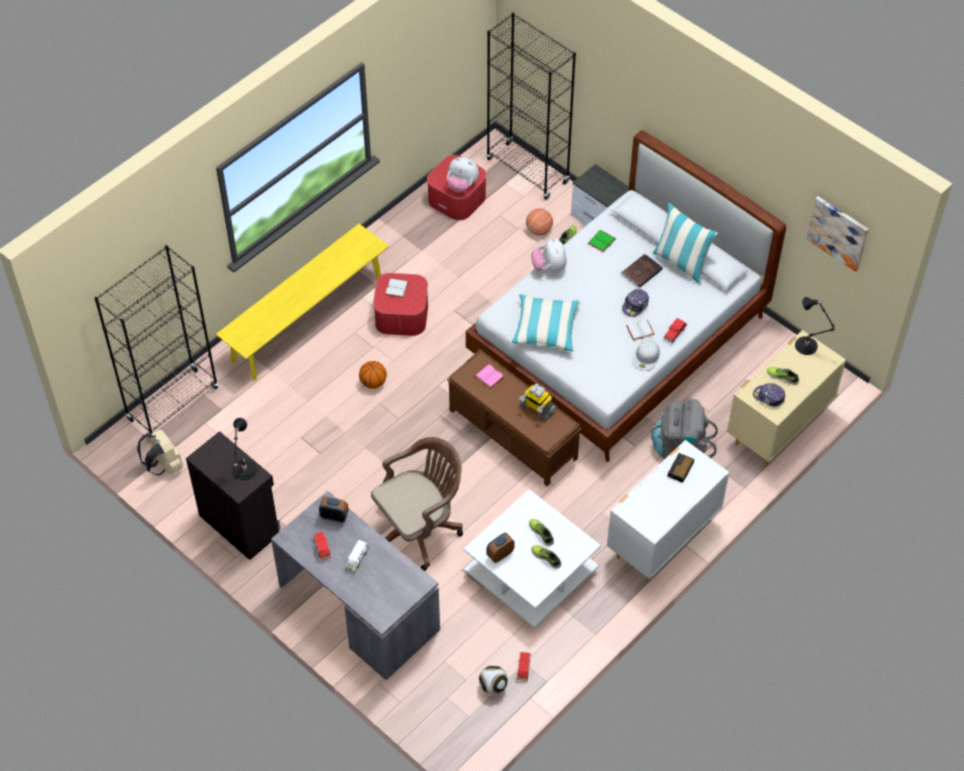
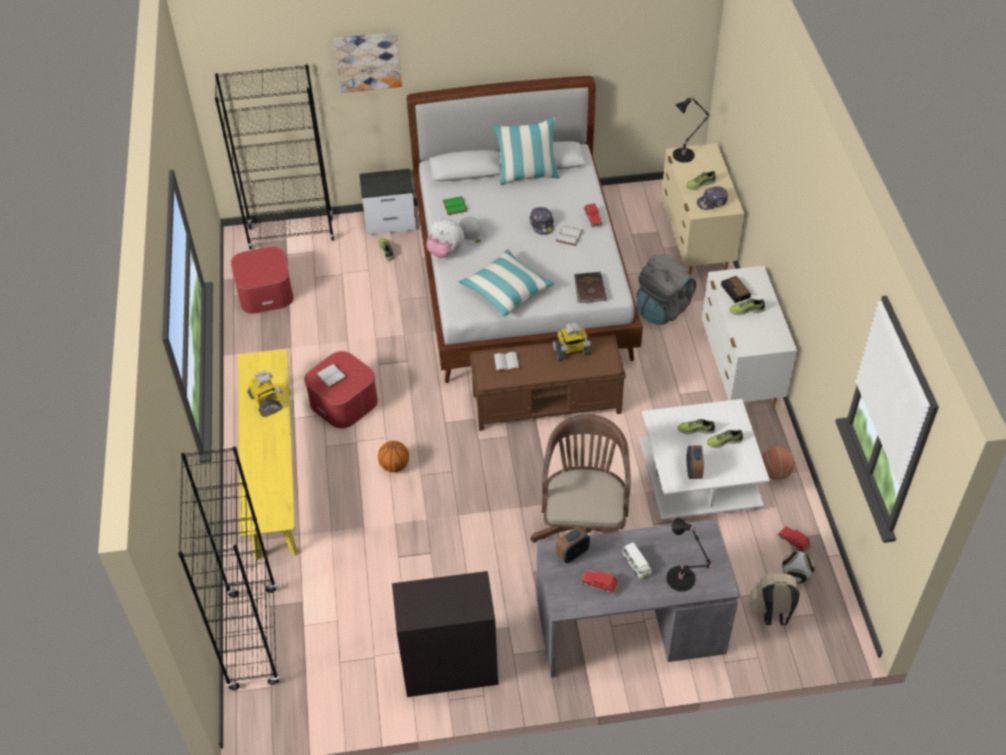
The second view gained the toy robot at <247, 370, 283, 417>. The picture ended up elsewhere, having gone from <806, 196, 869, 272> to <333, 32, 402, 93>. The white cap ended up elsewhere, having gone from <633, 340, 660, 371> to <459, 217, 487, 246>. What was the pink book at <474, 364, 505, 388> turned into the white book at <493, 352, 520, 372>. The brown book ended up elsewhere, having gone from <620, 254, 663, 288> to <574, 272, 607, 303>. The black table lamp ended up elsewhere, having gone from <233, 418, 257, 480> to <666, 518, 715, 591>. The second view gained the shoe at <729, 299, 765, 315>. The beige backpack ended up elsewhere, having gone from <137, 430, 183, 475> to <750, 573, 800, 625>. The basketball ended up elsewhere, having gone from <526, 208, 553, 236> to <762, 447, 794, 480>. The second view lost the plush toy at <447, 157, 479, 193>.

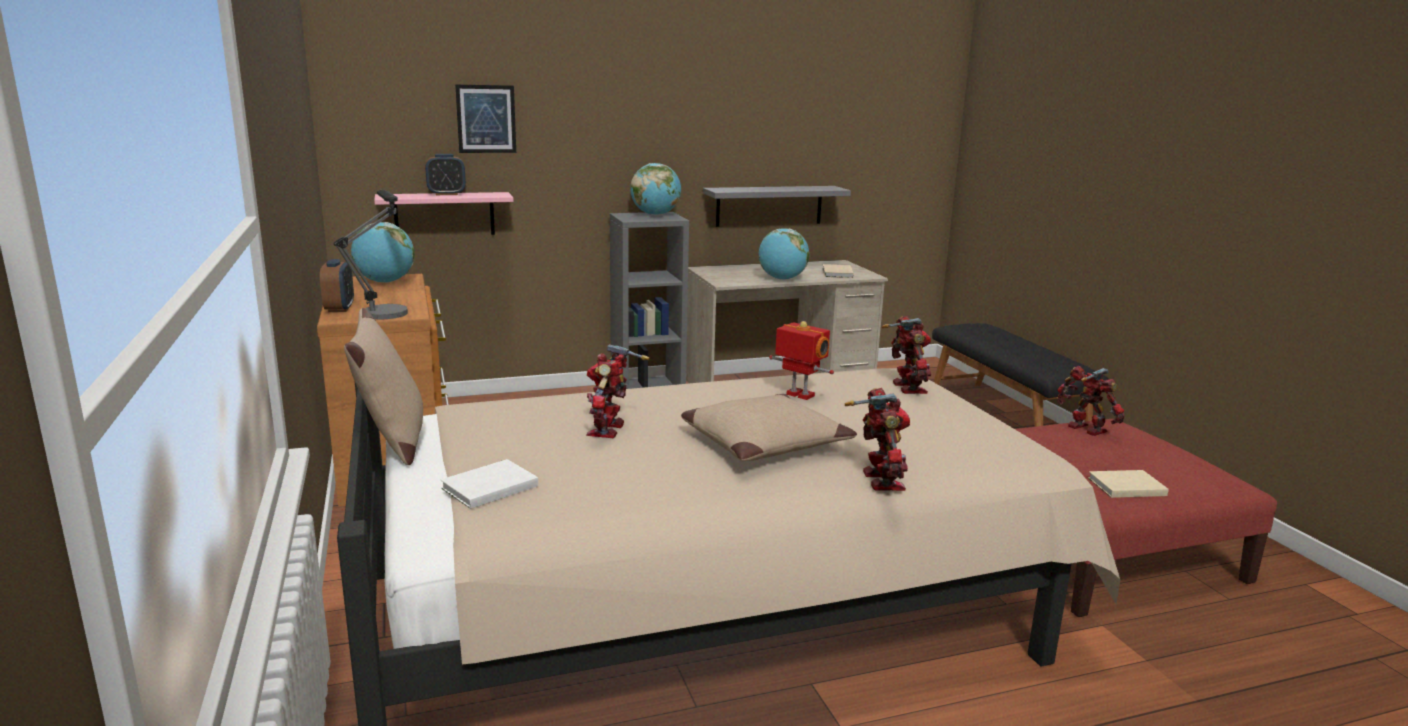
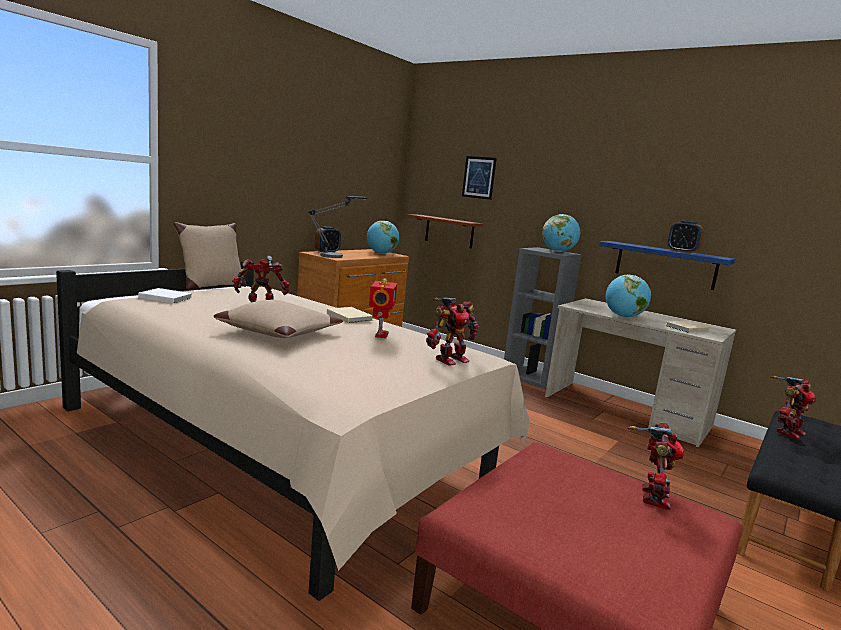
The beige book ended up elsewhere, having gone from <1088, 470, 1169, 498> to <327, 307, 373, 323>. What was the pink shelf at <374, 192, 514, 235> turned into the brown shelf at <407, 214, 483, 249>. What was the grey shelf at <703, 186, 851, 227> turned into the blue shelf at <599, 241, 736, 290>. The alarm clock ended up elsewhere, having gone from <425, 154, 466, 195> to <668, 221, 704, 253>. The toy robot ended up elsewhere, having gone from <845, 388, 910, 491> to <771, 376, 816, 439>.

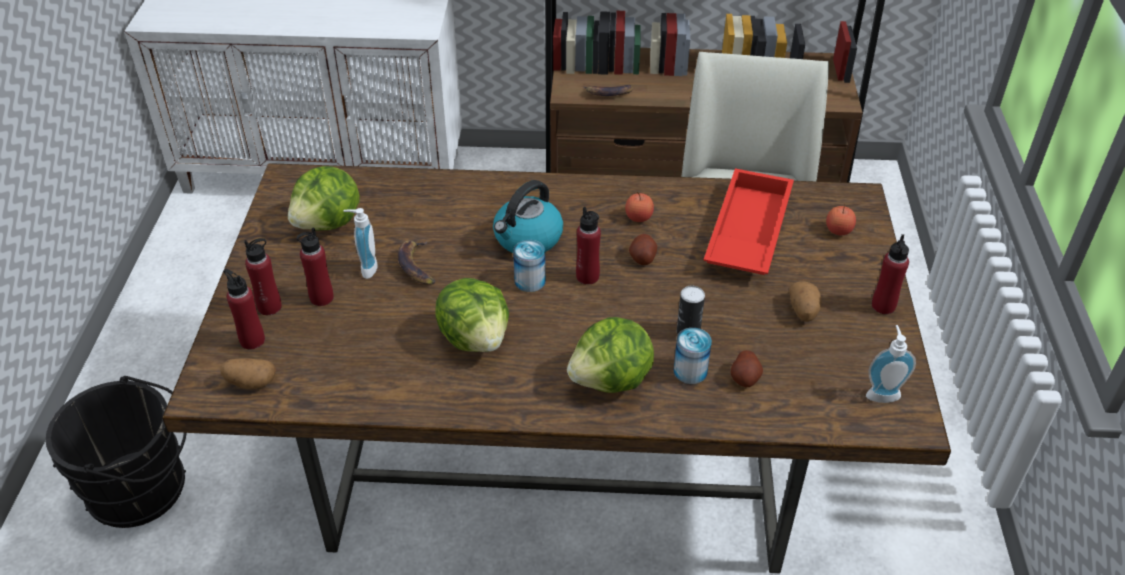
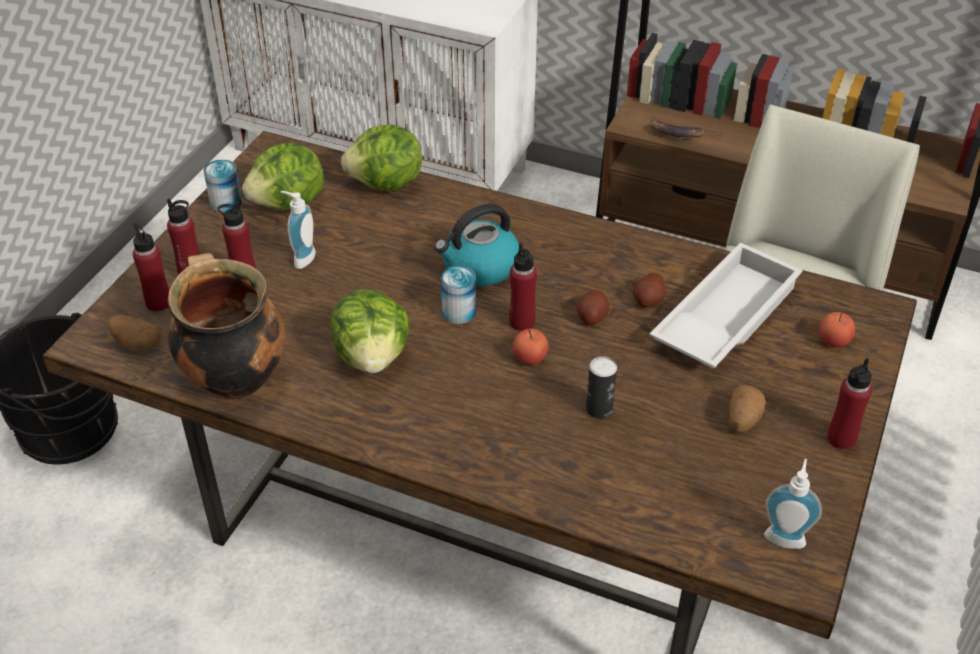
The second view gained the cooking pot at <167, 253, 286, 400>. The can ended up elsewhere, having gone from <673, 328, 712, 384> to <204, 160, 242, 212>. The lettuce ended up elsewhere, having gone from <567, 317, 654, 393> to <341, 125, 422, 191>. The apple ended up elsewhere, having gone from <625, 192, 654, 222> to <513, 328, 548, 365>. The potato ended up elsewhere, having gone from <731, 350, 763, 387> to <633, 273, 666, 307>. What was the red tray at <703, 168, 794, 275> turned into the white tray at <650, 242, 803, 368>. The second view lost the banana at <398, 241, 435, 284>.

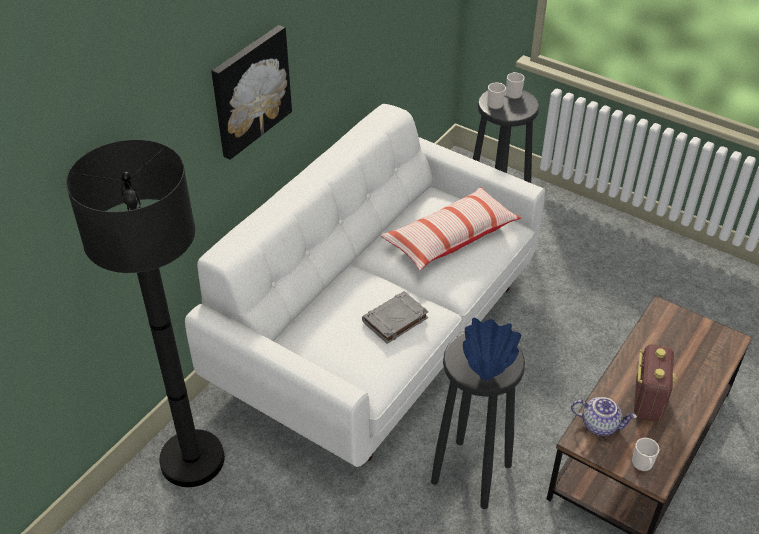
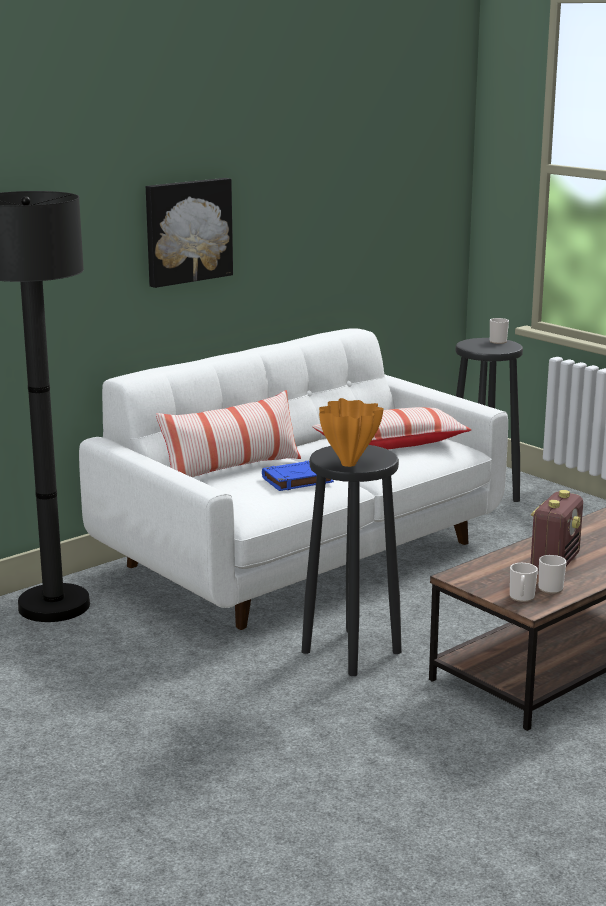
The second view gained the pillow at <156, 390, 301, 477>. What was the grey book at <362, 291, 429, 344> turned into the blue book at <262, 461, 334, 491>. What was the blue vase at <463, 318, 521, 380> turned into the orange vase at <319, 398, 384, 467>. The mug ended up elsewhere, having gone from <487, 83, 506, 109> to <539, 555, 566, 594>. The second view lost the teapot at <571, 397, 637, 436>.

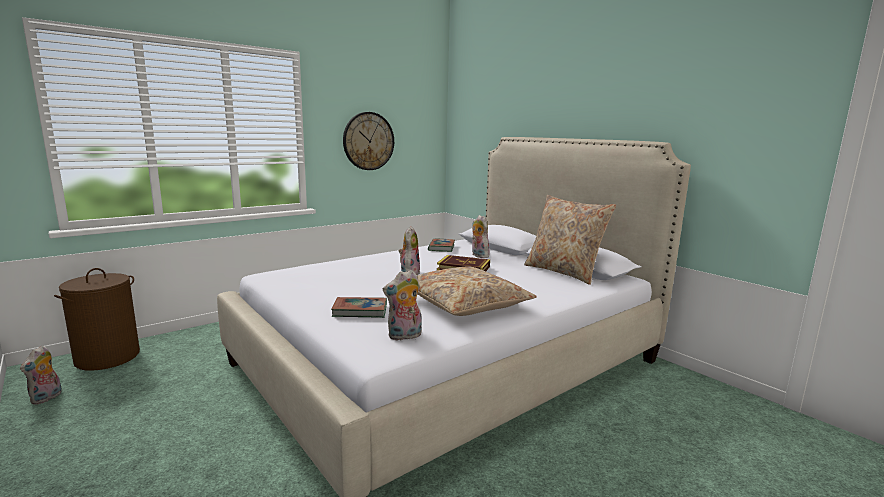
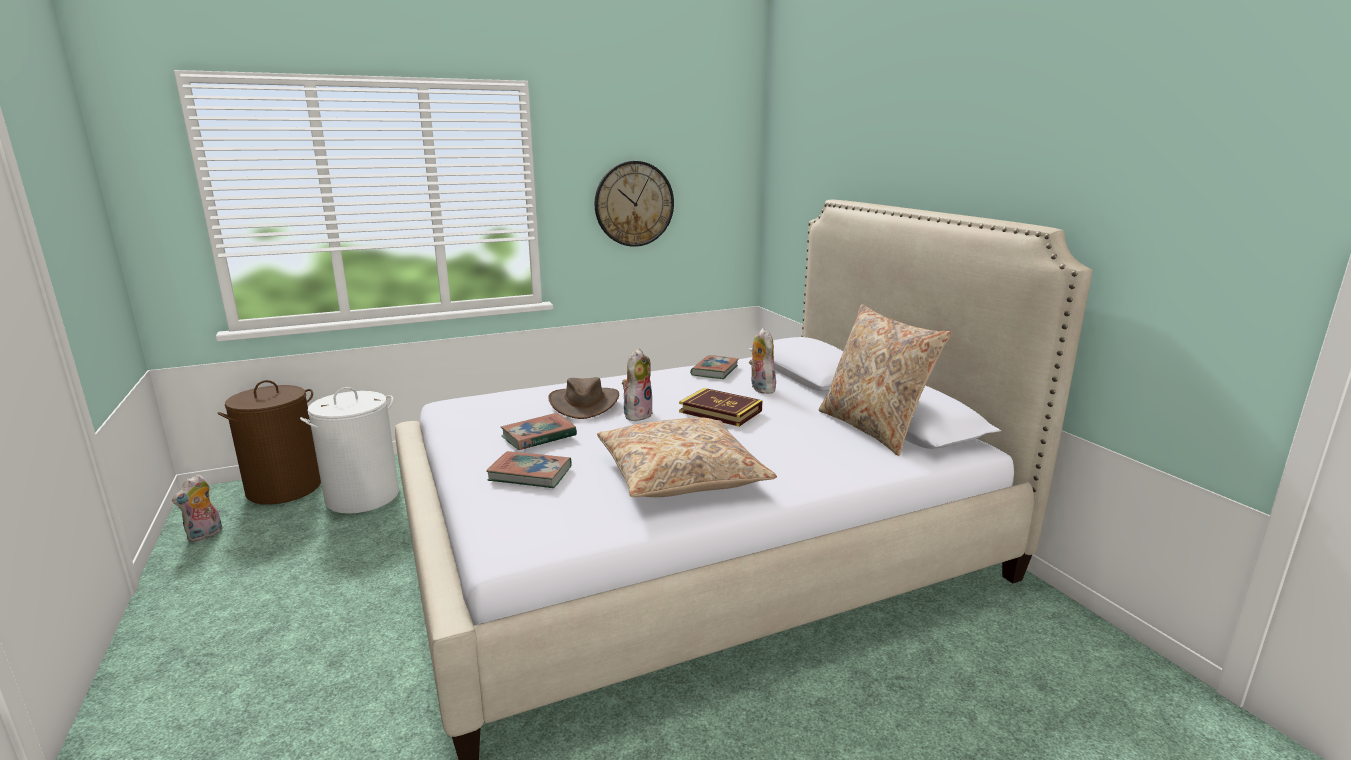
The second view gained the white laundry basket at <300, 387, 399, 514>. The second view gained the book at <501, 413, 577, 450>. The second view gained the brown hat at <548, 377, 619, 419>. The second view lost the plush toy at <383, 270, 422, 341>.

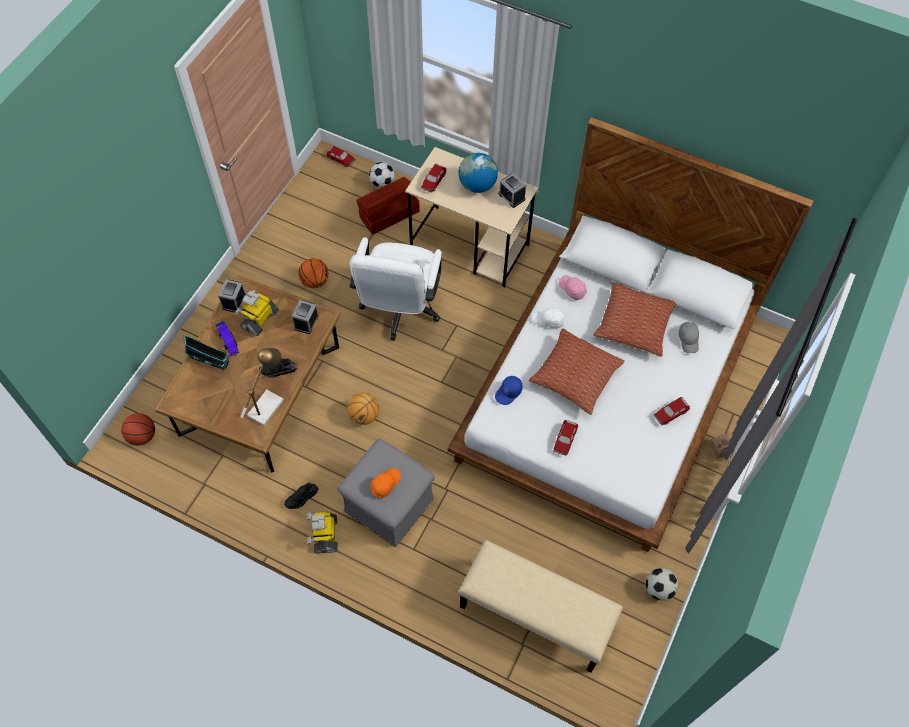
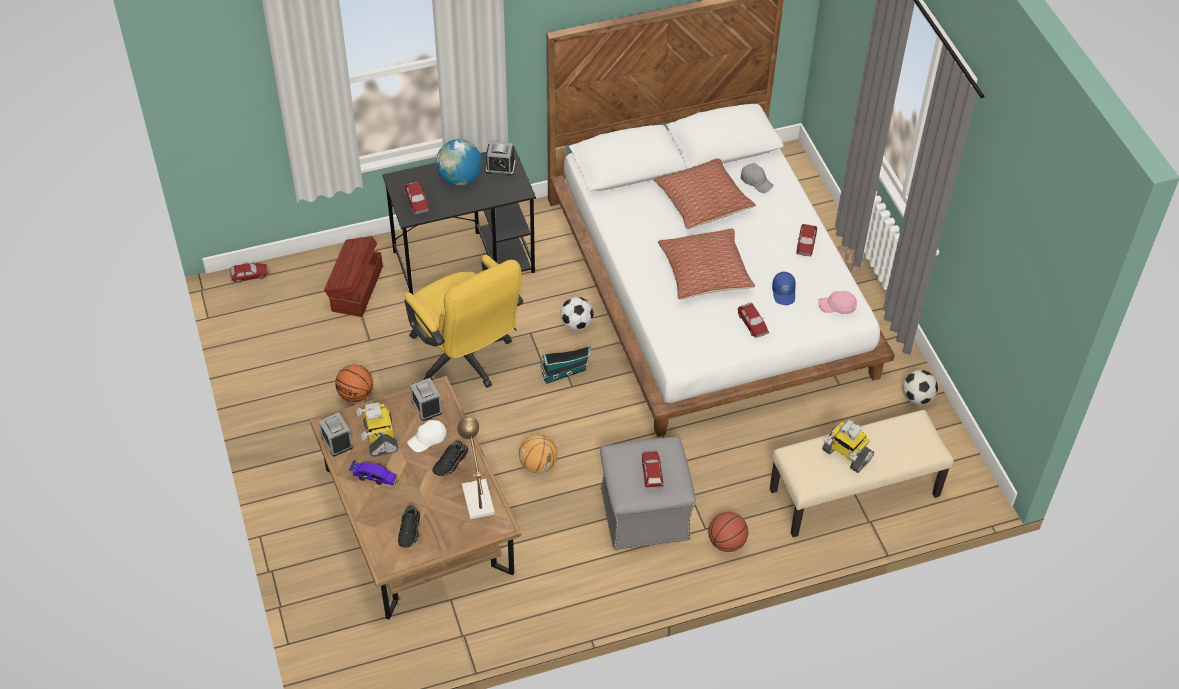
What was the beige desk at <405, 147, 538, 287> turned into the black desk at <382, 147, 536, 294>. The black shoe ended up elsewhere, having gone from <284, 483, 318, 509> to <398, 505, 420, 548>. What was the white office chair at <350, 237, 442, 341> turned into the yellow office chair at <404, 255, 523, 388>. The white cap ended up elsewhere, having gone from <533, 308, 566, 329> to <407, 420, 446, 452>. The toy house ended up elsewhere, having gone from <183, 335, 230, 370> to <540, 346, 591, 384>. The football ended up elsewhere, having gone from <369, 162, 395, 188> to <560, 297, 594, 330>. Where the orange cap stood at <371, 468, 401, 498>, the toy car came to stand at <641, 452, 664, 488>. The basketball ended up elsewhere, having gone from <121, 413, 155, 446> to <708, 512, 748, 552>. The blue cap ended up elsewhere, having gone from <495, 376, 522, 405> to <772, 272, 796, 305>. The pink cap ended up elsewhere, having gone from <559, 275, 587, 300> to <818, 291, 857, 314>. The toy robot ended up elsewhere, having gone from <307, 512, 338, 553> to <822, 420, 874, 473>.

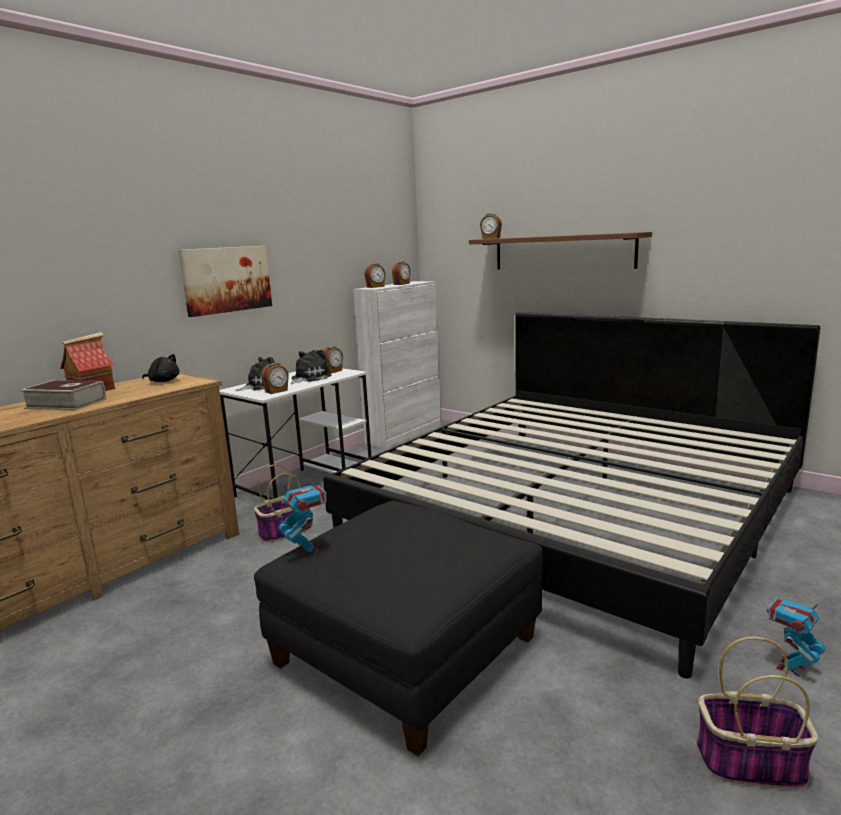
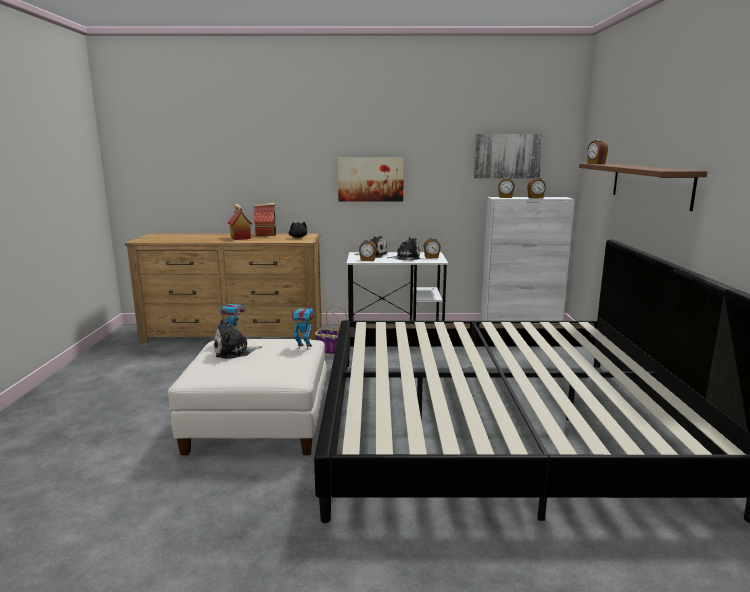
What was the black ottoman at <254, 501, 543, 756> turned into the white ottoman at <168, 339, 327, 455>. The second view gained the plush toy at <214, 319, 262, 359>. Where the book stood at <20, 380, 106, 410>, the toy house came to stand at <228, 204, 252, 240>. The toy robot ended up elsewhere, having gone from <767, 598, 825, 676> to <291, 307, 315, 349>. The second view gained the picture at <474, 134, 544, 178>. The second view lost the basket at <697, 637, 818, 789>.

